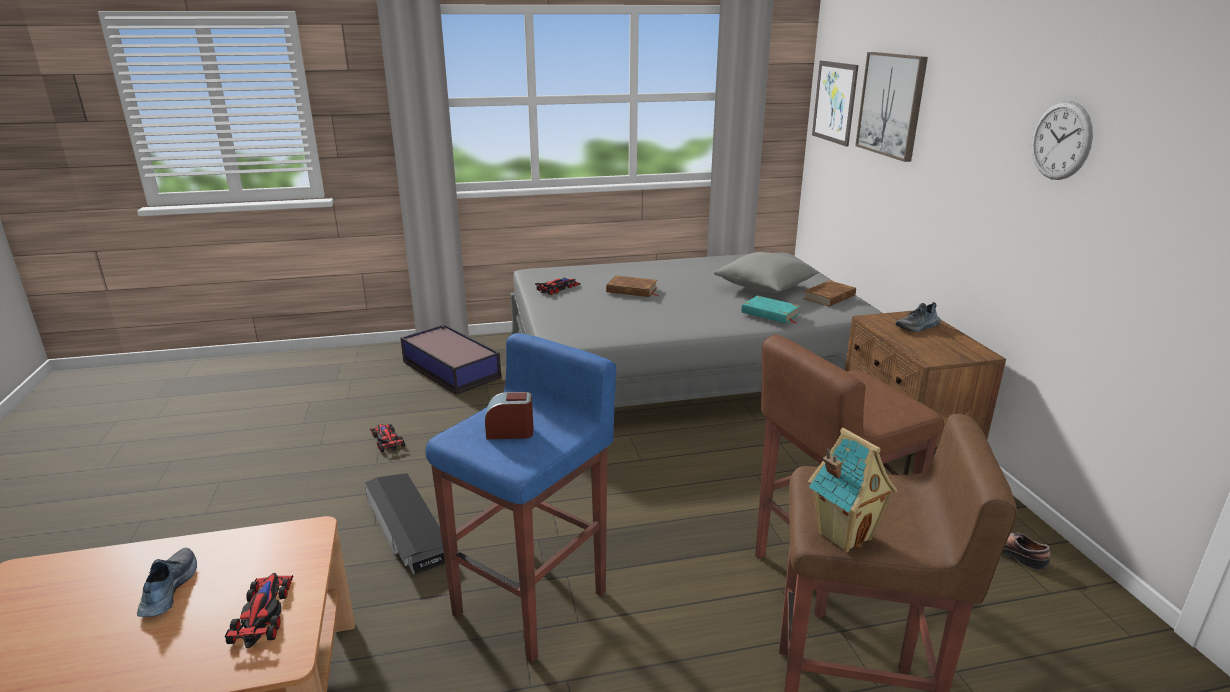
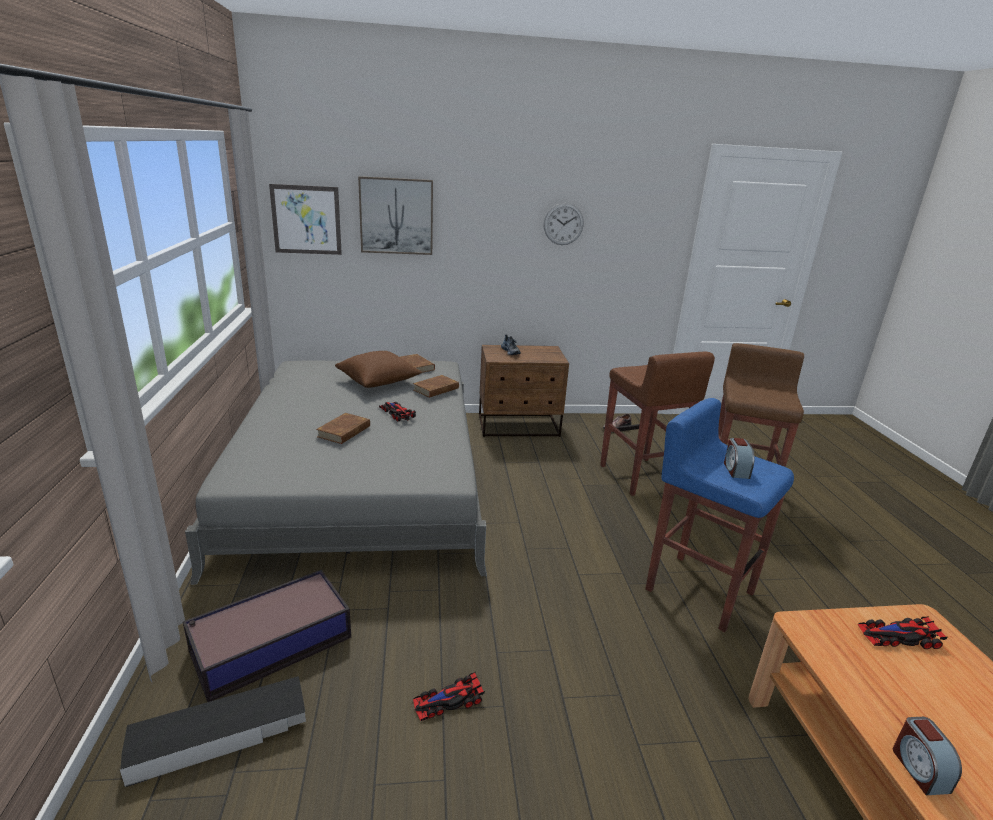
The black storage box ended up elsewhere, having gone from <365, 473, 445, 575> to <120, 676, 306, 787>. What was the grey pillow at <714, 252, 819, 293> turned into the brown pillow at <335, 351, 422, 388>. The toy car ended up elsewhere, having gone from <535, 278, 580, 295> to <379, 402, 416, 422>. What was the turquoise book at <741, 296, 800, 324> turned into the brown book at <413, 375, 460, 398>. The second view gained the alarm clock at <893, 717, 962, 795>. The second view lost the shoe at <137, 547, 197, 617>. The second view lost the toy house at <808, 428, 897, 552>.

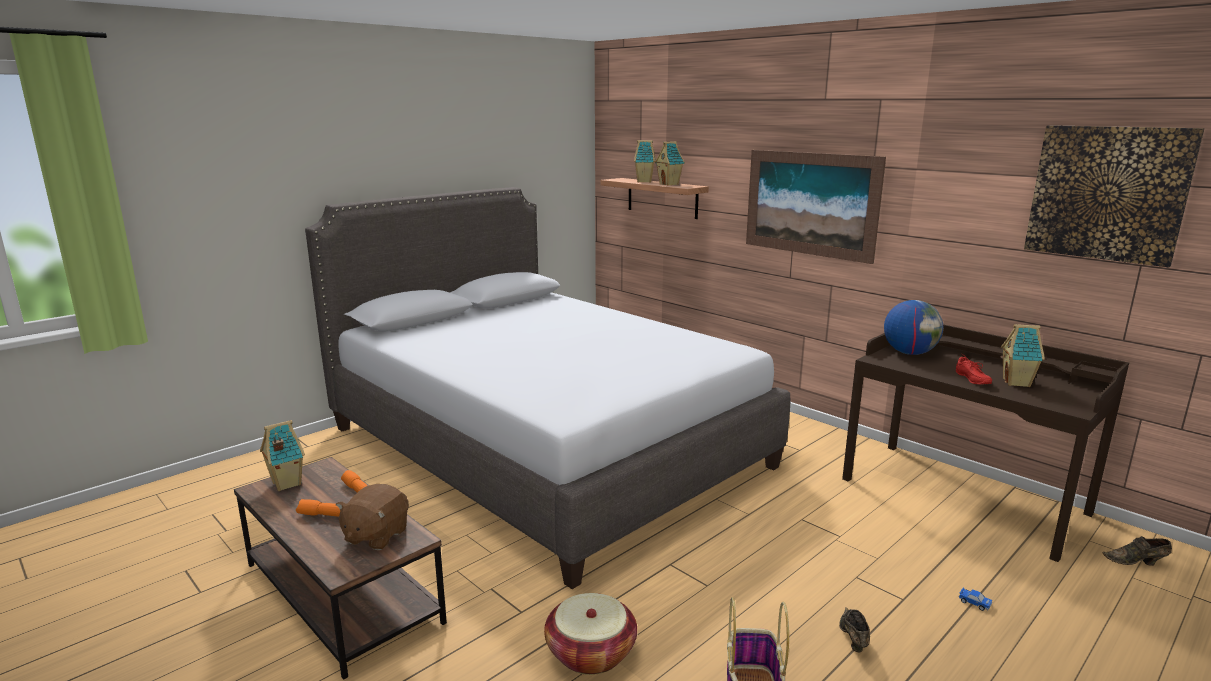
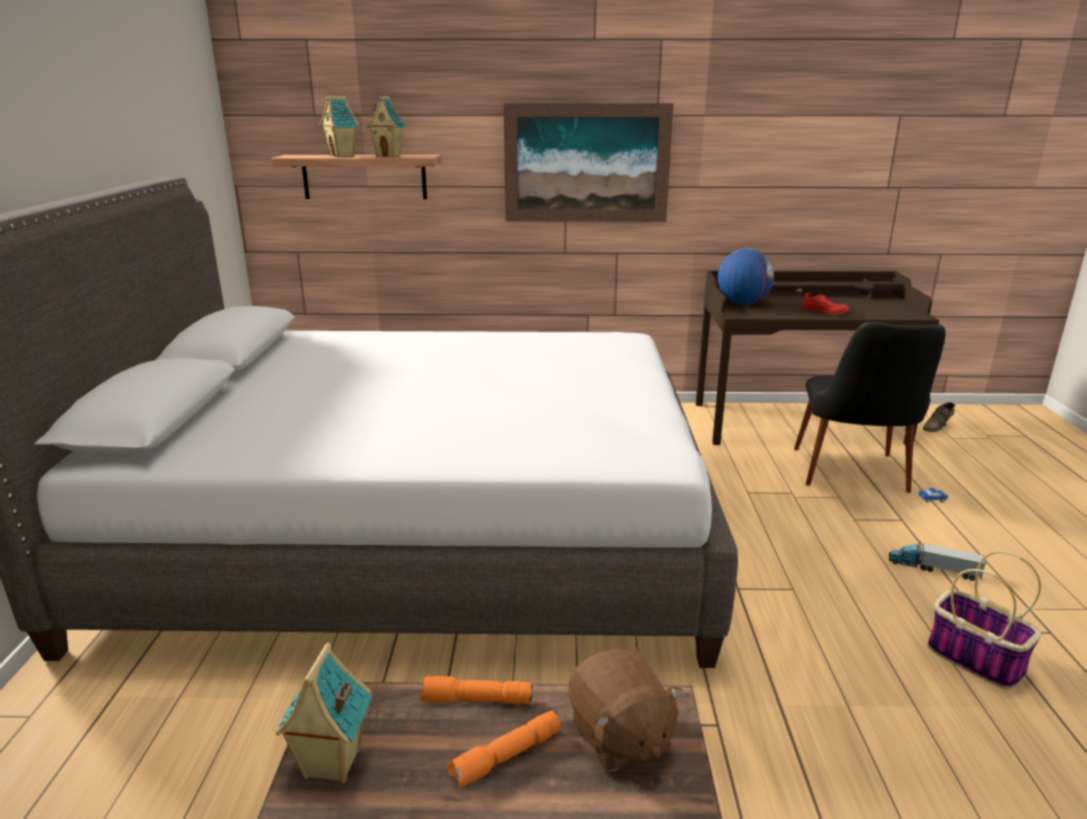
The second view gained the black chair at <794, 322, 946, 493>. Where the brown shoe stood at <839, 607, 870, 652>, the toy truck came to stand at <889, 541, 986, 581>. The second view lost the basket at <544, 593, 637, 675>. The second view lost the toy house at <1001, 324, 1045, 387>. The second view lost the picture at <1024, 125, 1205, 267>.

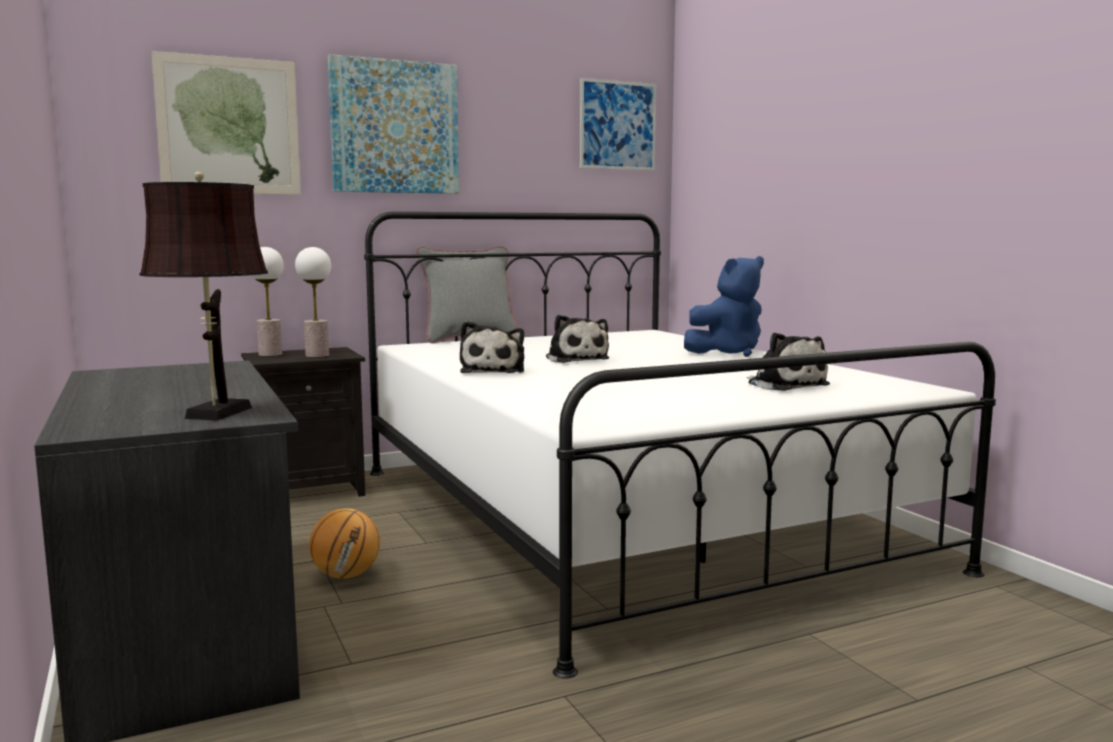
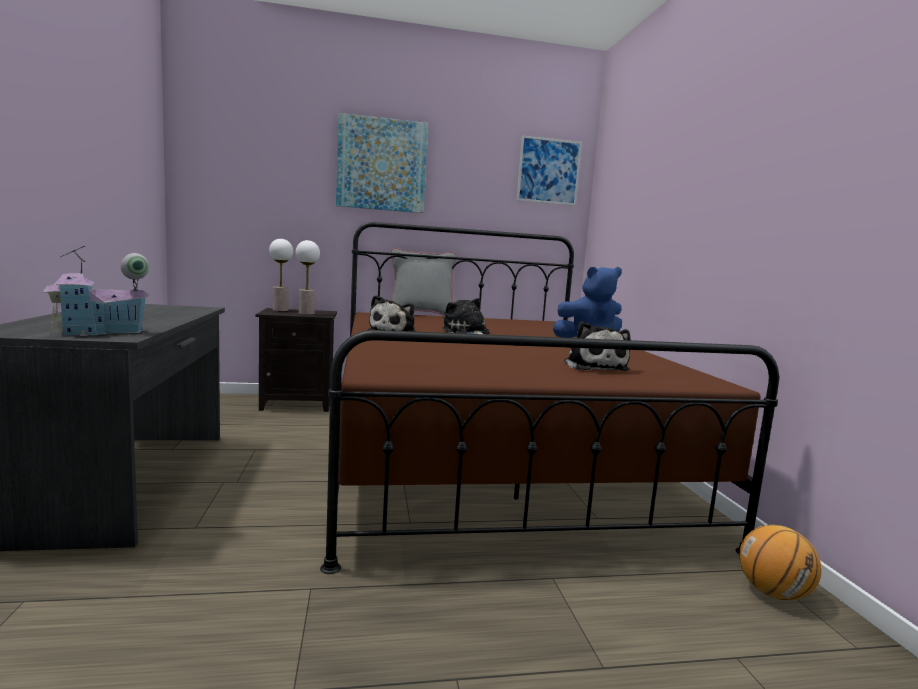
Where the brown table lamp stood at <139, 172, 268, 421>, the toy house came to stand at <43, 245, 150, 336>. What was the white bed at <364, 212, 996, 679> turned into the brown bed at <320, 222, 779, 574>. The plush toy at <546, 315, 609, 363> ended up facing another way, 150 degrees clockwise from before. The basketball ended up elsewhere, having gone from <309, 508, 380, 579> to <739, 525, 821, 600>. The second view lost the picture at <152, 51, 301, 195>.

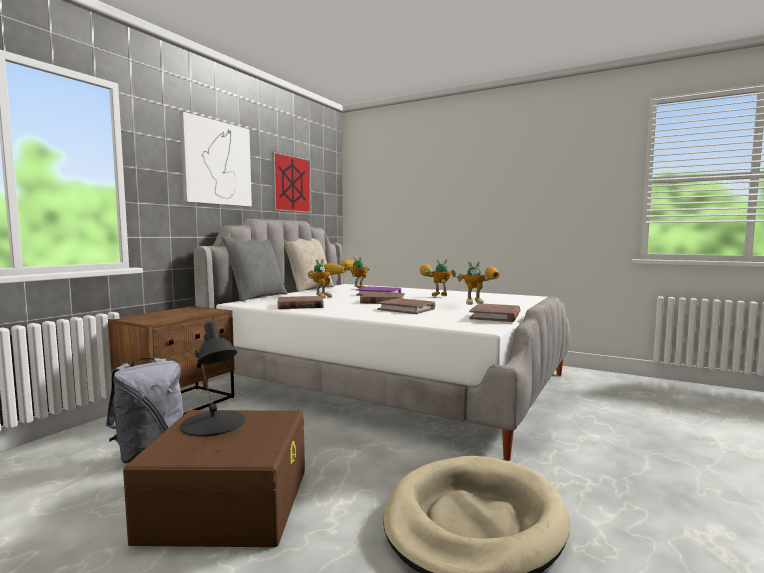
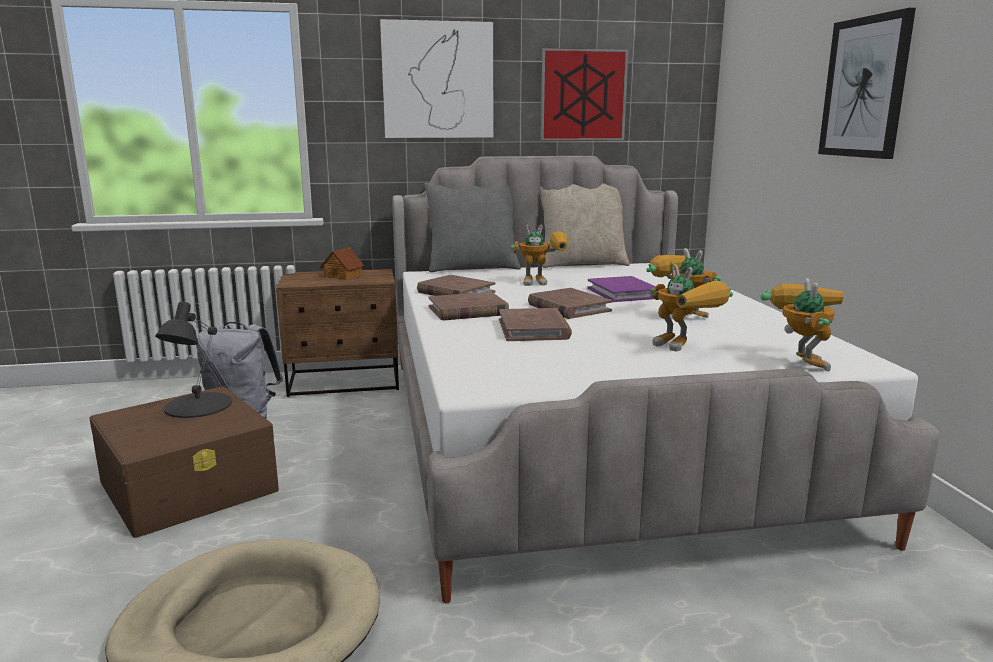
The second view gained the toy house at <319, 247, 364, 280>. The brown book ended up elsewhere, having gone from <469, 303, 521, 322> to <428, 292, 509, 320>. The toy robot ended up elsewhere, having gone from <339, 256, 370, 288> to <760, 278, 843, 372>. The second view gained the picture at <818, 8, 916, 159>.

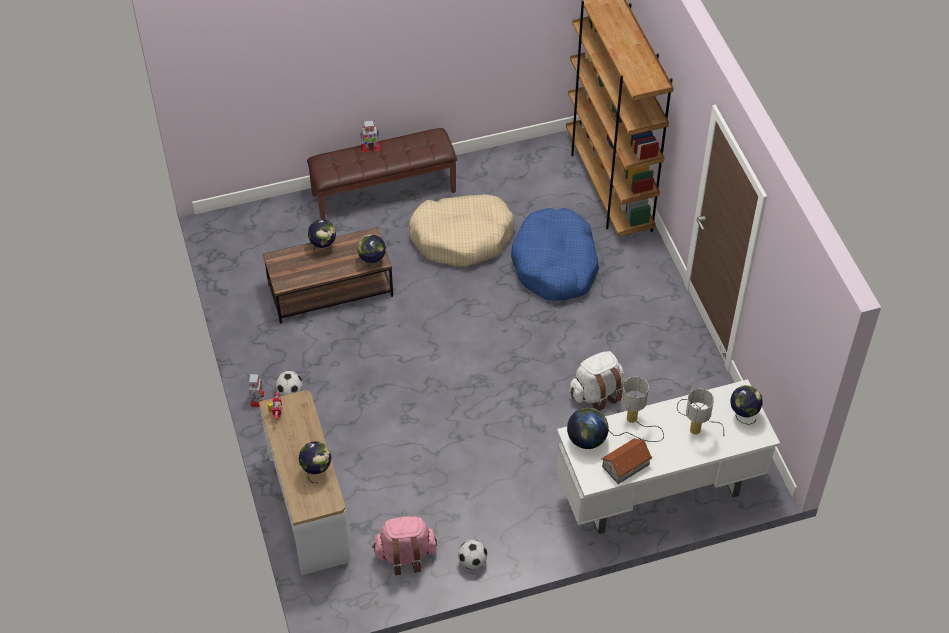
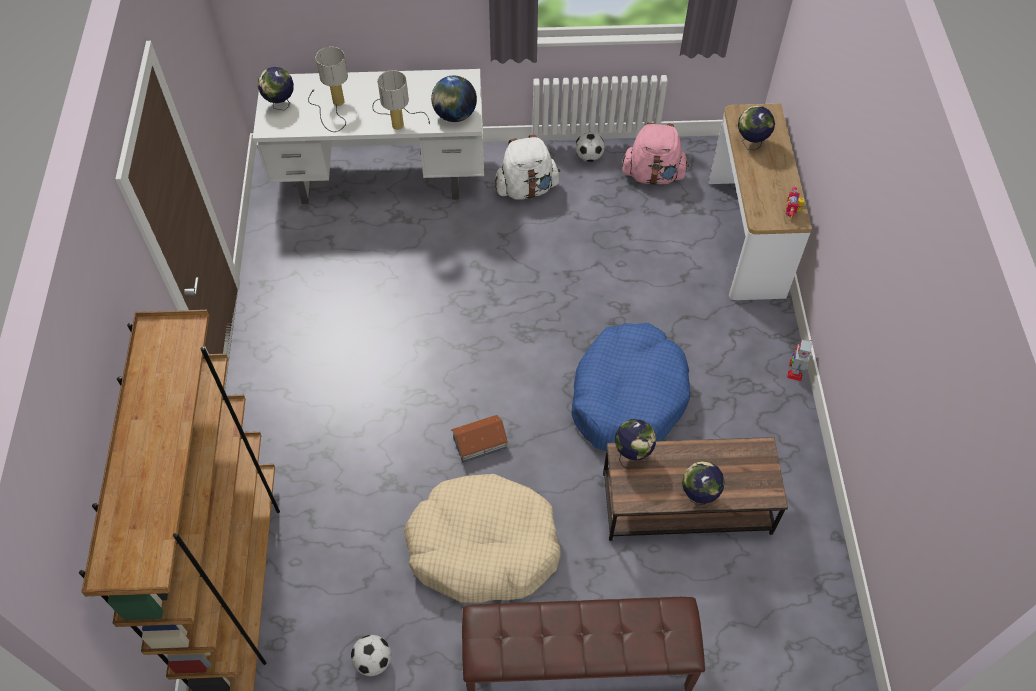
The football ended up elsewhere, having gone from <275, 371, 303, 396> to <351, 635, 391, 676>. The toy house ended up elsewhere, having gone from <601, 438, 652, 484> to <451, 415, 508, 463>. The white backpack ended up elsewhere, having gone from <569, 351, 625, 411> to <495, 135, 560, 199>. The blue dog bed ended up elsewhere, having gone from <511, 208, 599, 301> to <572, 323, 690, 451>. The second view lost the toy robot at <360, 120, 380, 152>.

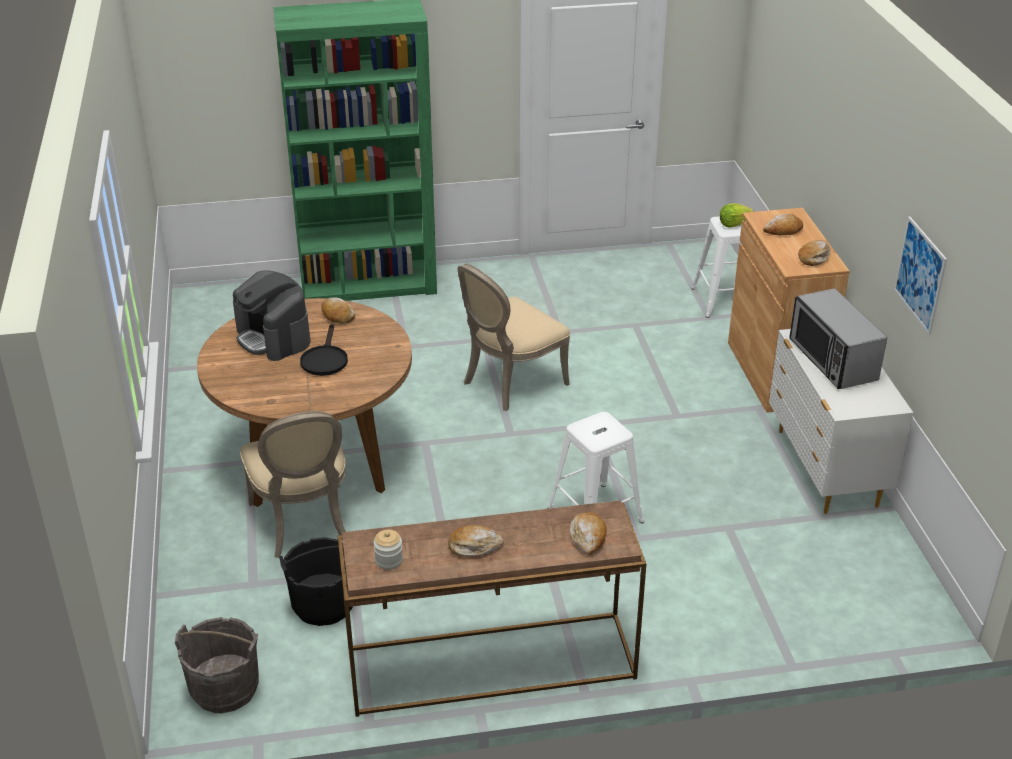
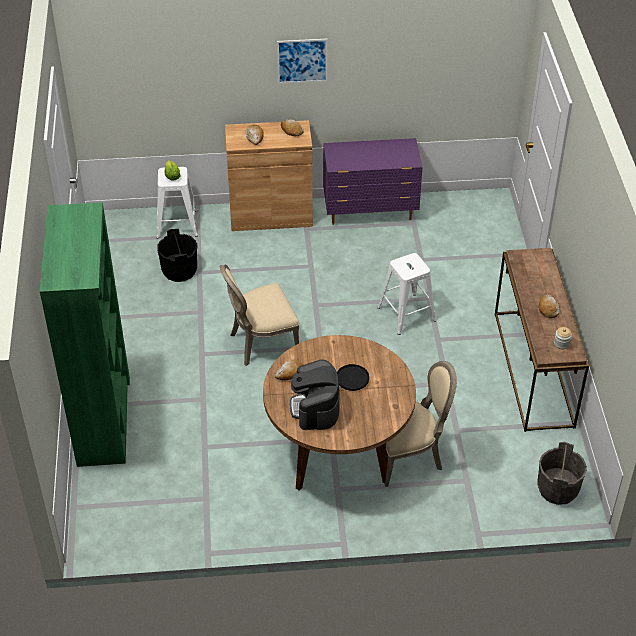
The black bucket ended up elsewhere, having gone from <279, 537, 352, 626> to <157, 229, 198, 282>. The beige chair at <458, 264, 570, 411> ended up facing another way, 105 degrees clockwise from before. The picture ended up elsewhere, having gone from <894, 216, 947, 335> to <277, 39, 327, 84>. The coffee machine at <233, 270, 311, 361> ended up facing another way, 120 degrees clockwise from before. What was the white dresser at <769, 329, 913, 514> turned into the purple dresser at <323, 138, 423, 225>. The second view lost the bread at <570, 512, 607, 555>. The second view lost the microwave at <789, 288, 887, 389>.

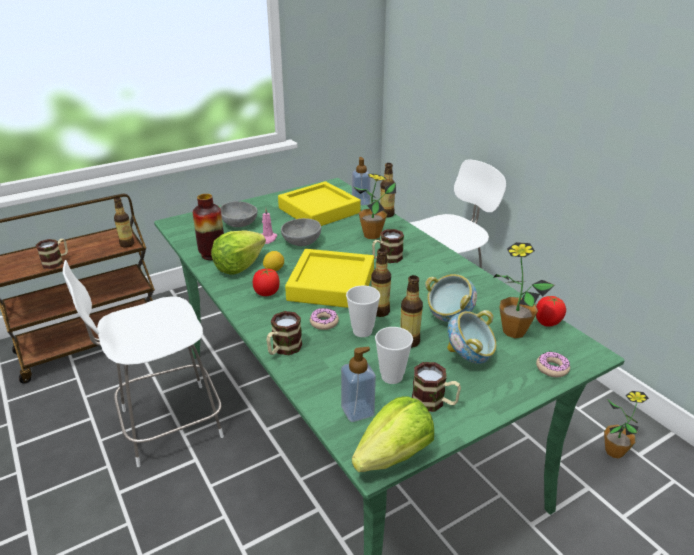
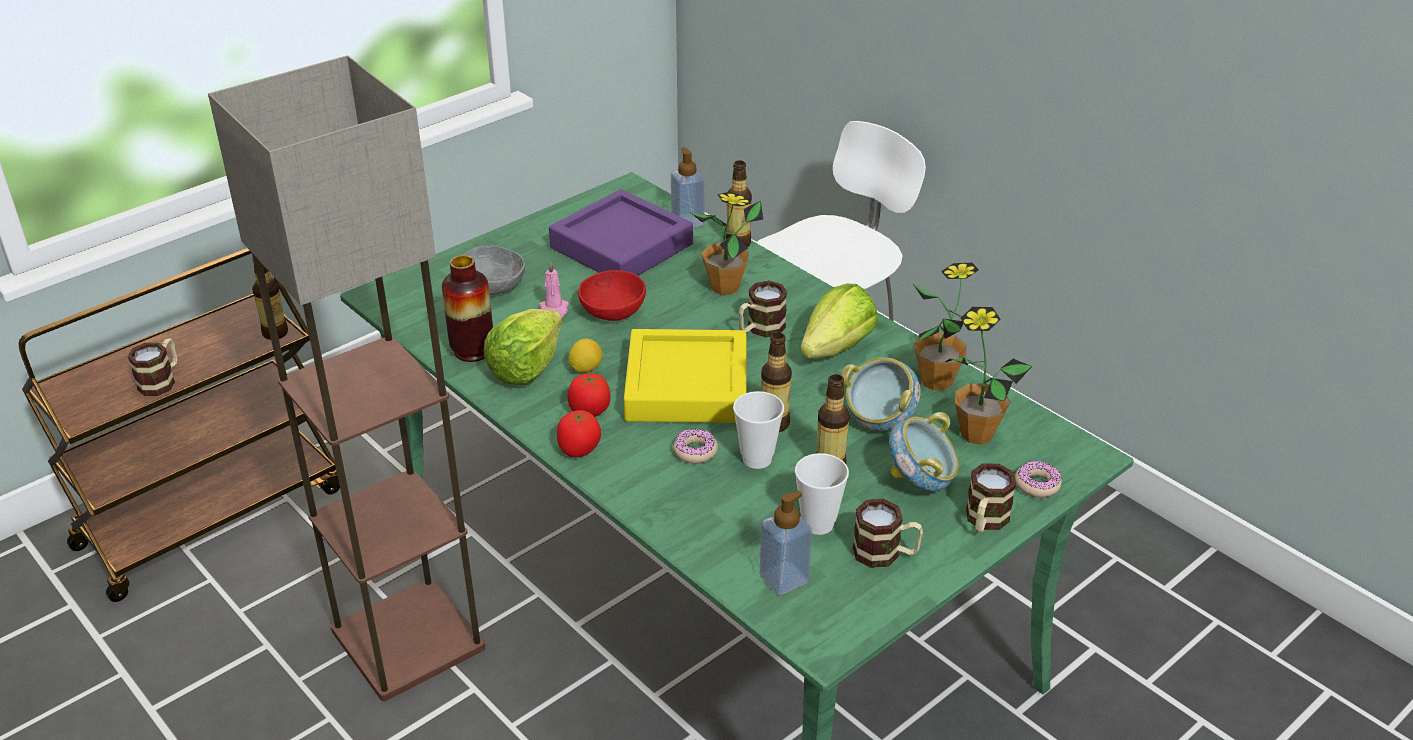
Where the white chair stood at <63, 260, 224, 467>, the floor lamp came to stand at <208, 55, 485, 701>. What was the yellow tray at <278, 181, 361, 226> turned into the purple tray at <549, 189, 693, 276>. The tomato ended up elsewhere, having gone from <536, 296, 566, 327> to <557, 410, 601, 457>. What was the grey bowl at <281, 218, 321, 246> turned into the red bowl at <578, 270, 646, 321>. The lettuce ended up elsewhere, having gone from <352, 396, 434, 472> to <801, 284, 878, 359>. The potted plant ended up elsewhere, having gone from <604, 391, 649, 458> to <913, 263, 979, 390>. The mug ended up elsewhere, having gone from <266, 311, 302, 355> to <966, 463, 1016, 533>.

